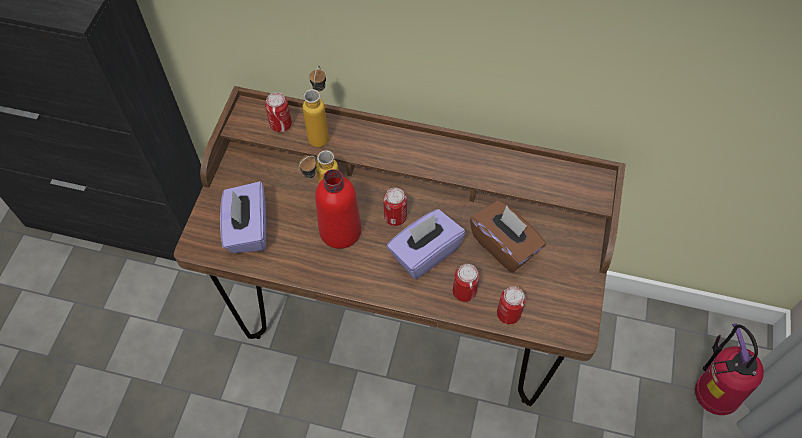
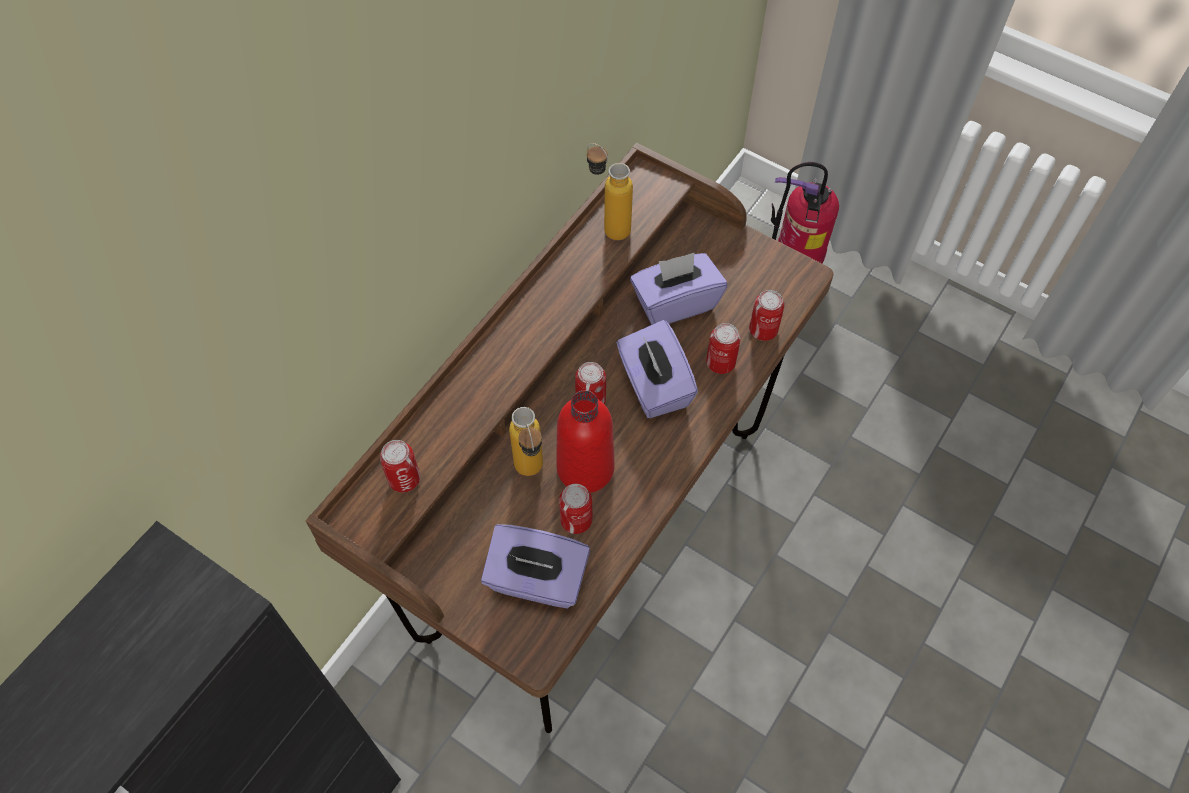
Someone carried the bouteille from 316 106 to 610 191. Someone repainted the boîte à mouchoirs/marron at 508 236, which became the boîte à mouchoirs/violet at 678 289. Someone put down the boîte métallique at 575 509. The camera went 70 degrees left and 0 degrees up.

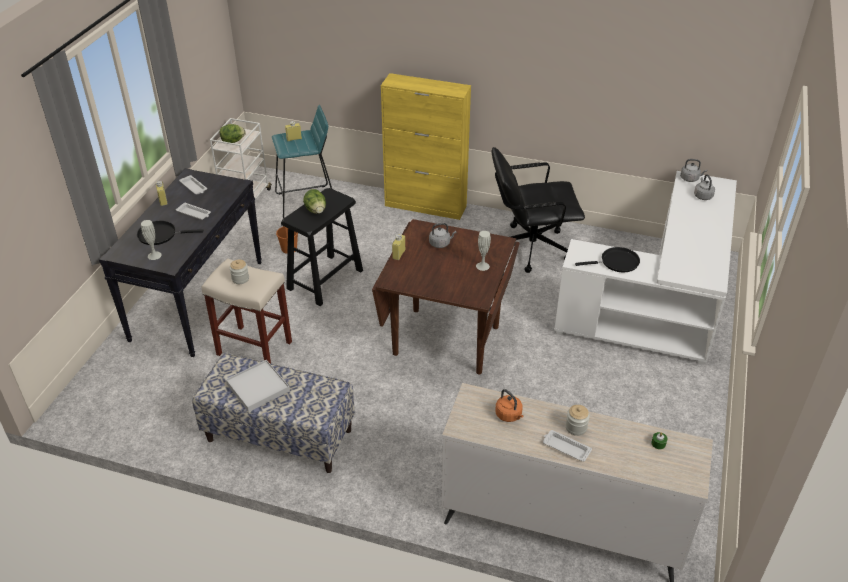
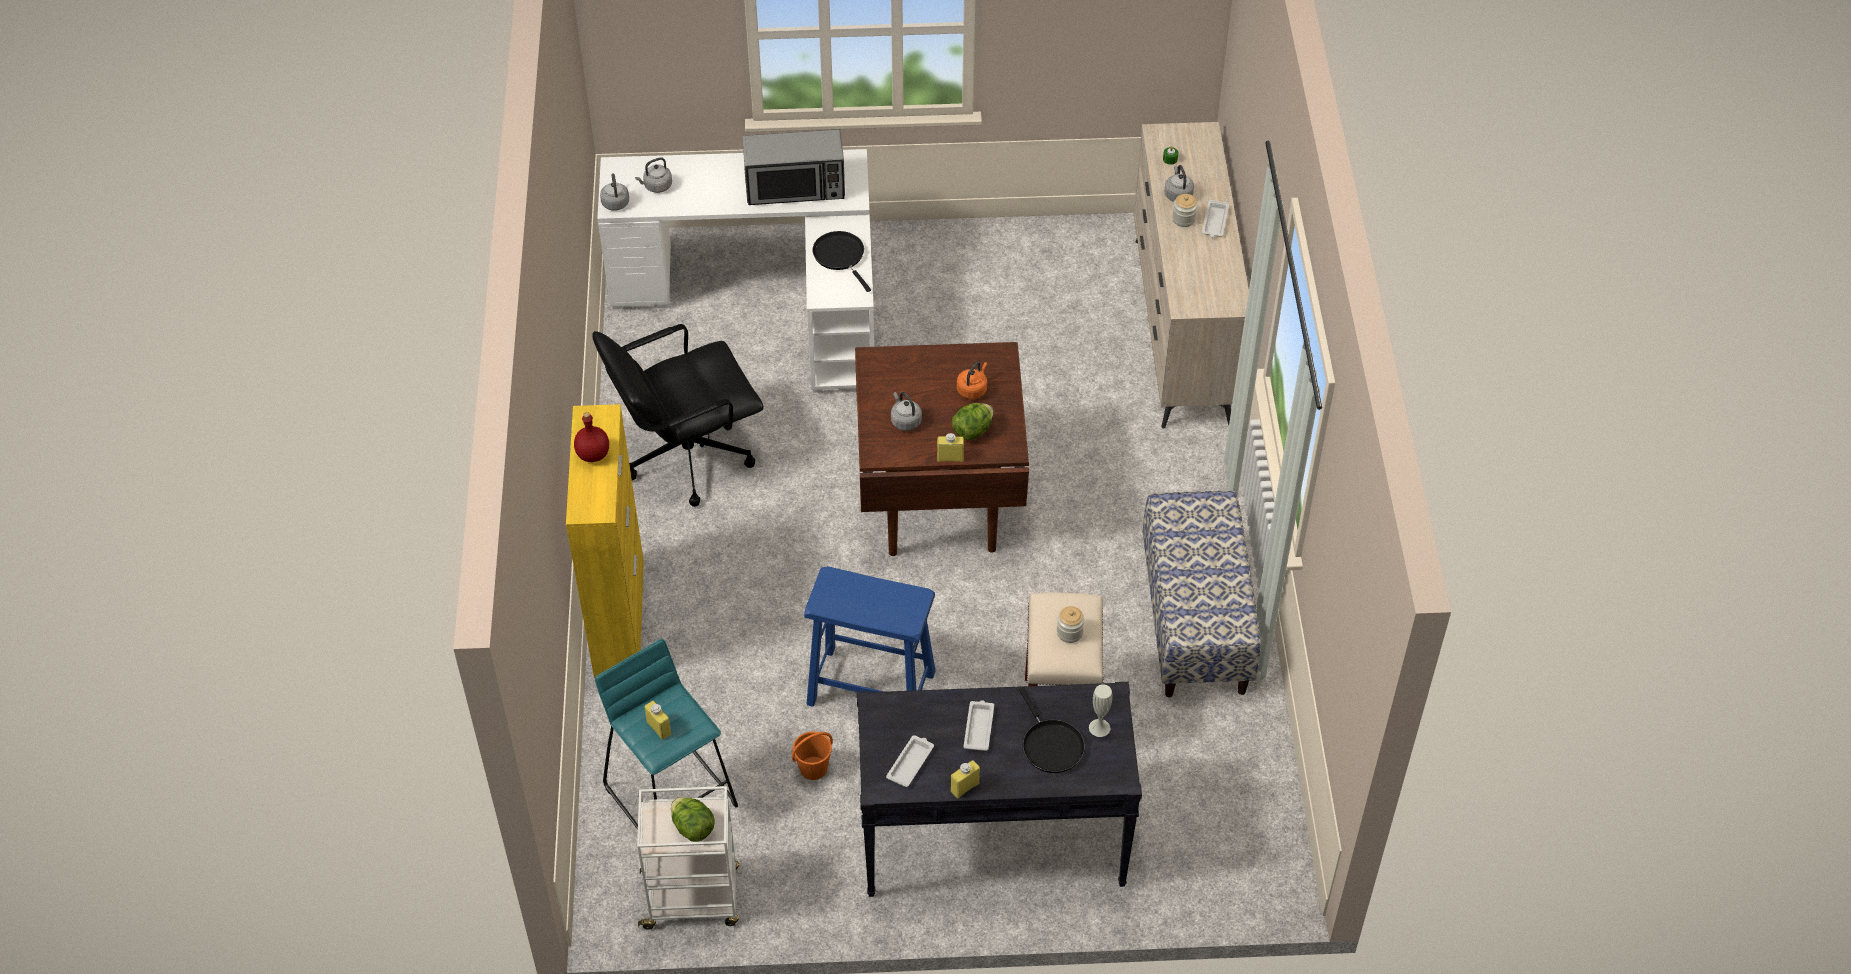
Someone took away the plateau/blanc at 258 386. Someone repainted the tabouret/noir at 322 247, which became the tabouret/bleu at 869 636. Someone carried the laitue from 314 201 to 973 421. Someone took away the vase/blanc at 483 251. Someone rotated the chaise de bureau/noir at 538 210 by 90 degrees clockwise. Someone carried the bouilloire/orange from 509 405 to 972 380. Someone put down the bouteille/rouge at 591 437. Someone put down the micro-ondes at 793 167. Someone put down the bouilloire/gris at 1179 183. The camera went 110 degrees left and 10 degrees up.

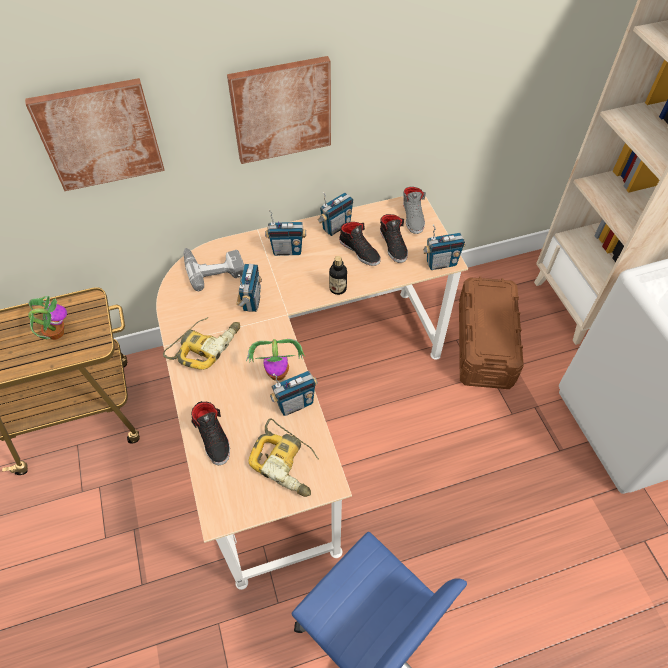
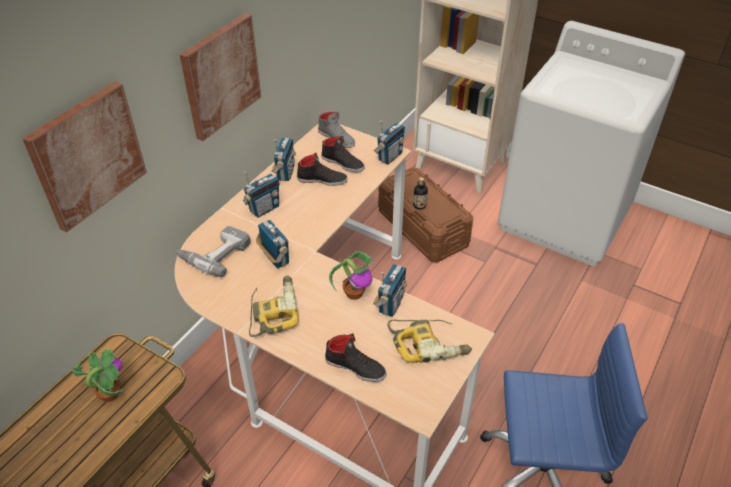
Someone carried the bouteille from 338 275 to 420 193. The camera went 40 degrees left and 10 degrees down.

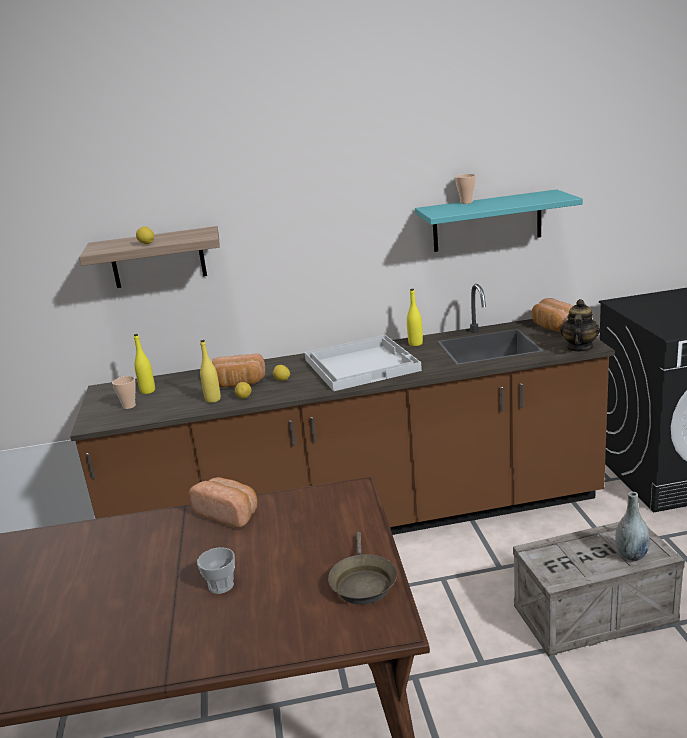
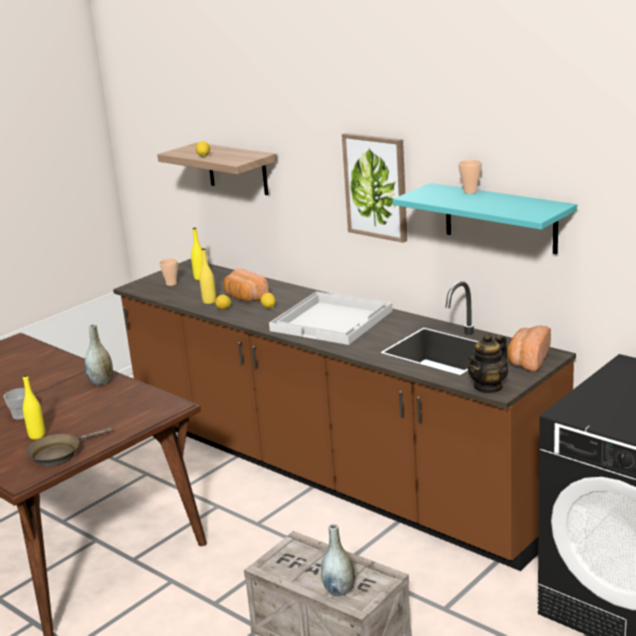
Someone swapped the pain at 223 502 for the vase/gris at 99 354. Someone carried the bouteille/jaune from 415 317 to 34 406. Someone rotated the théière at 580 325 by 150 degrees clockwise. Someone put up the tableau at 374 188. The camera went 50 degrees right and 0 degrees up.

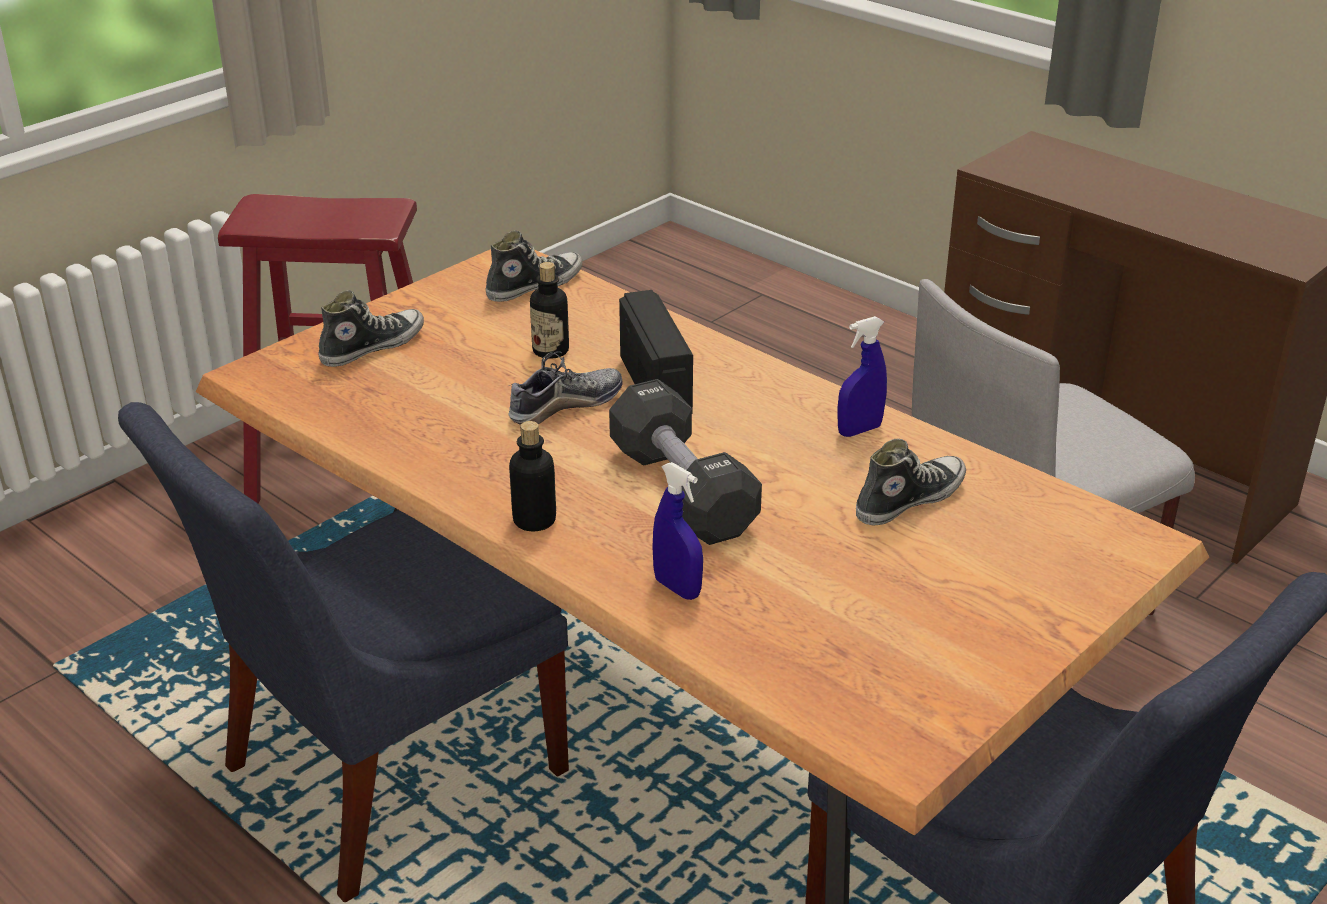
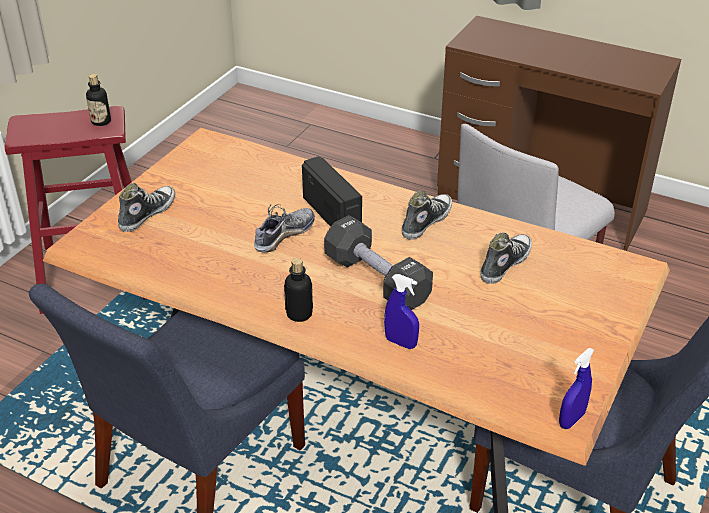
Someone carried the chaussure from 534 266 to 427 215. Someone carried the bouteille from 549 310 to 98 100. Someone carried the vaporisateur/bleu from 862 376 to 576 388. The camera went 15 degrees left and 5 degrees up.

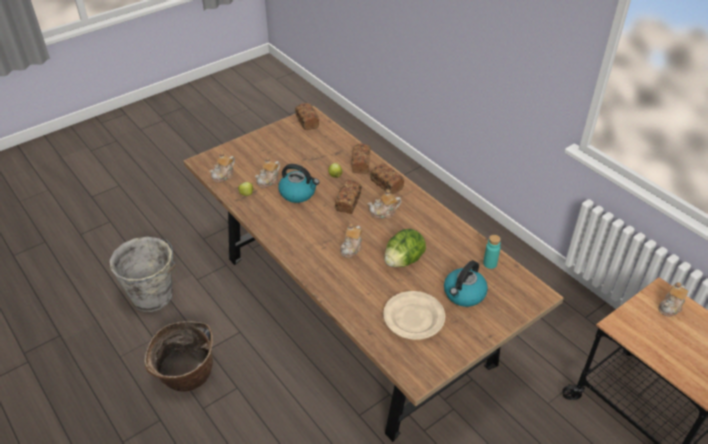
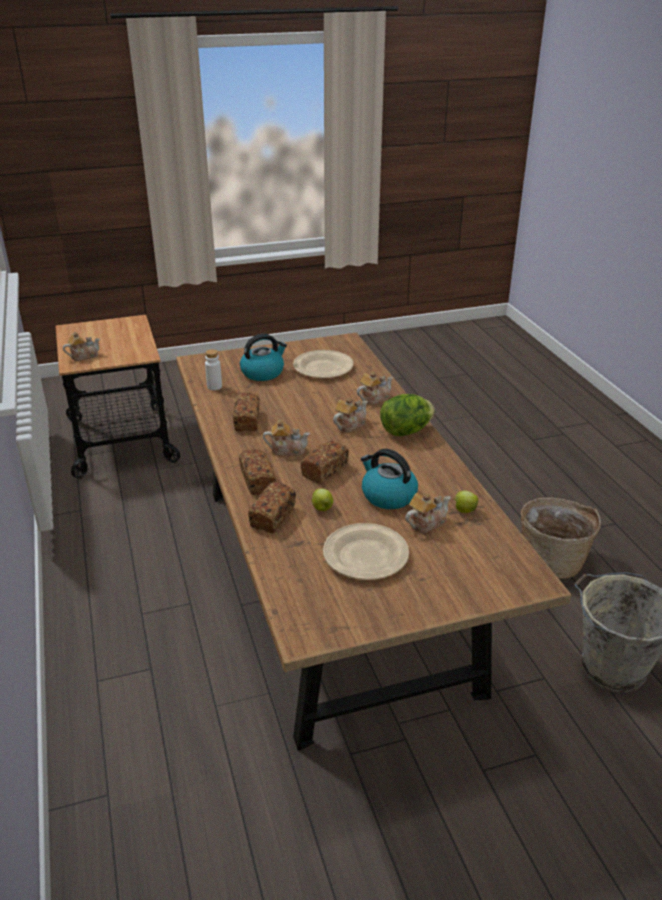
Someone carried the théière from 222 167 to 375 388. Someone carried the pain from 307 116 to 246 412. Someone carried the laitue from 405 248 to 407 415. Someone repainted the bouteille/turquoise at 492 252, which became the bouteille/blanc at 213 369. Someone put down the assiette/beige at 366 551. The camera went 160 degrees left and 10 degrees down.

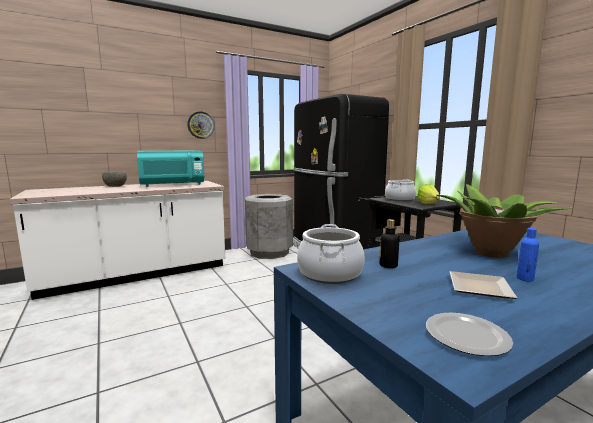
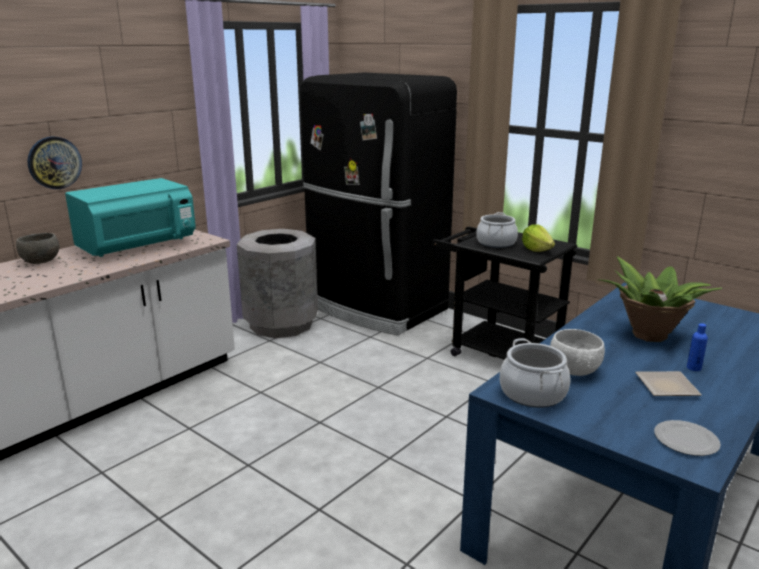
Someone carried the horloge murale from 201 125 to 55 162. Someone swapped the bouteille at 389 243 for the bol/blanc at 577 352. The camera went 20 degrees left and 10 degrees up.

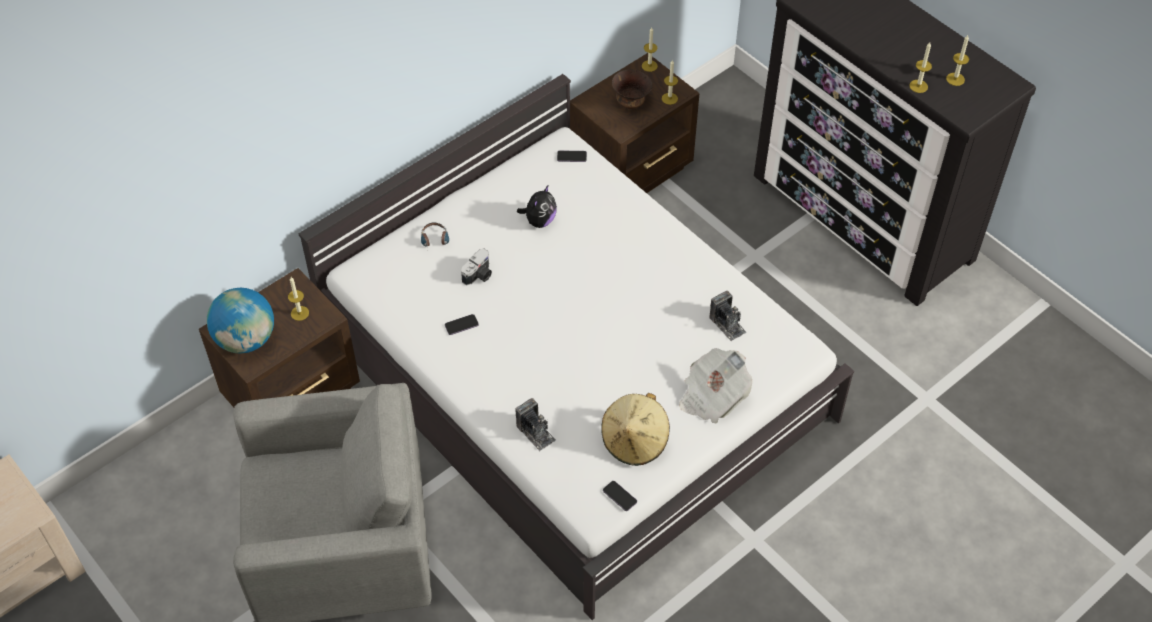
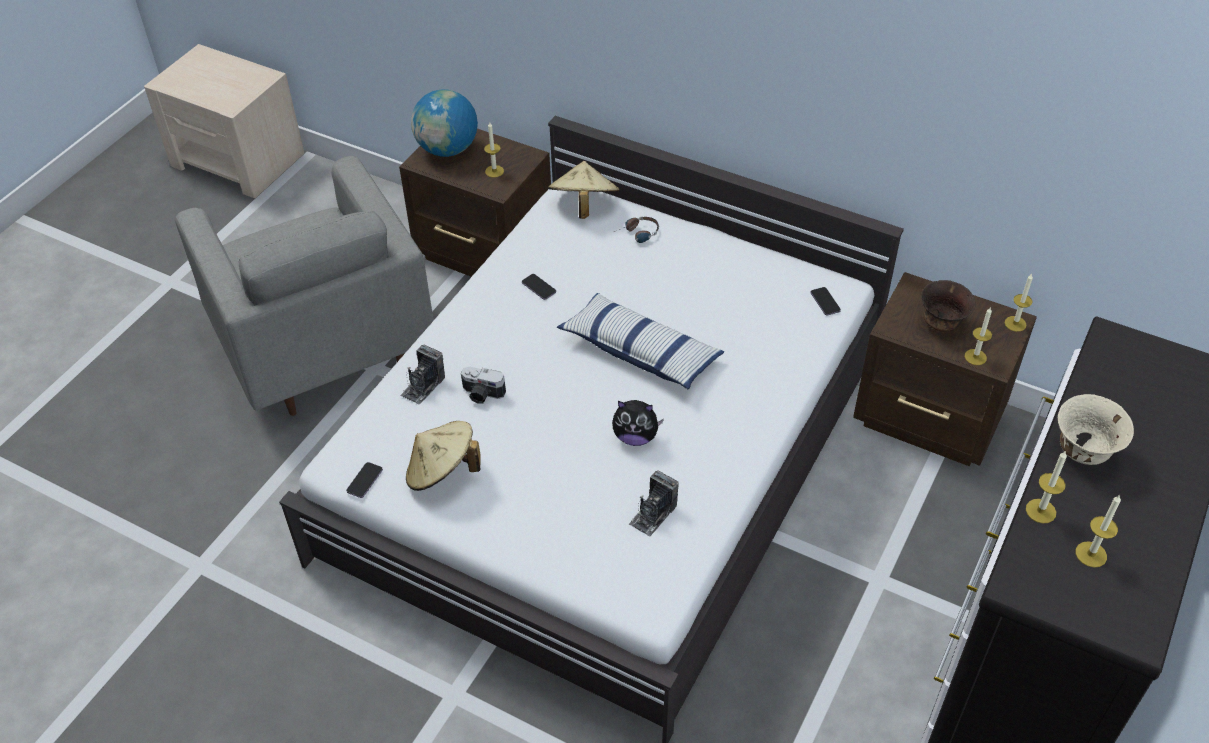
Someone carried the appareil photo from 476 267 to 483 385. Someone carried the peluche from 537 206 to 638 423. Someone took away the journal at 715 386. Someone put down the chapeau/beige at 584 190. Someone put down the coussin at 640 341. Someone put down the bol/beige at 1096 429. The camera went 70 degrees right and 5 degrees down.

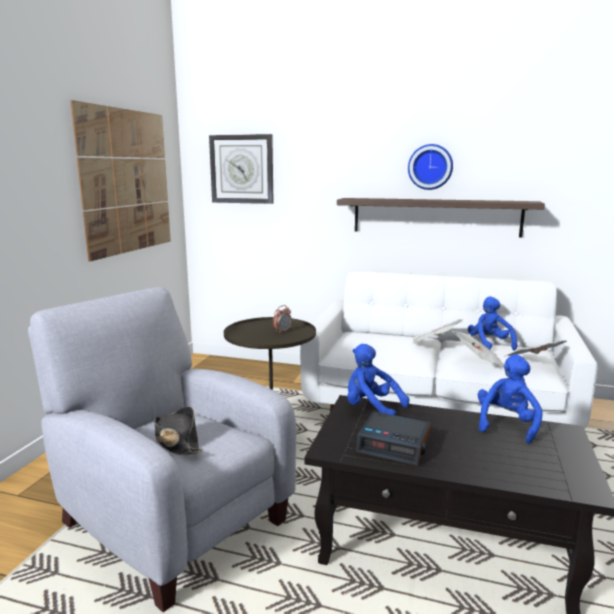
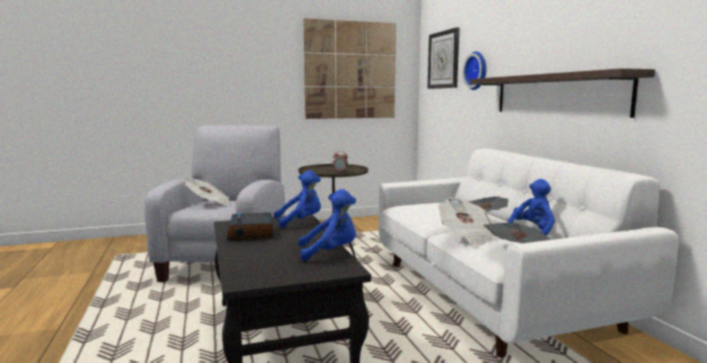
Someone swapped the chapeau/noir at 178 430 for the journal at 207 192. Someone rotated the peluche/bleu at 378 380 by 75 degrees clockwise. Someone carried the horloge murale from 430 167 to 475 70. The camera went 55 degrees right and 5 degrees down.

